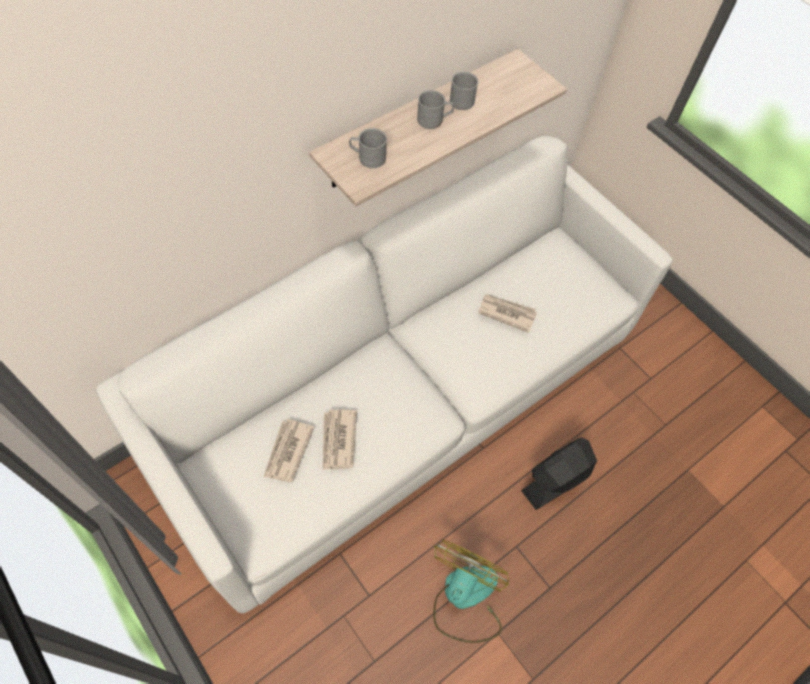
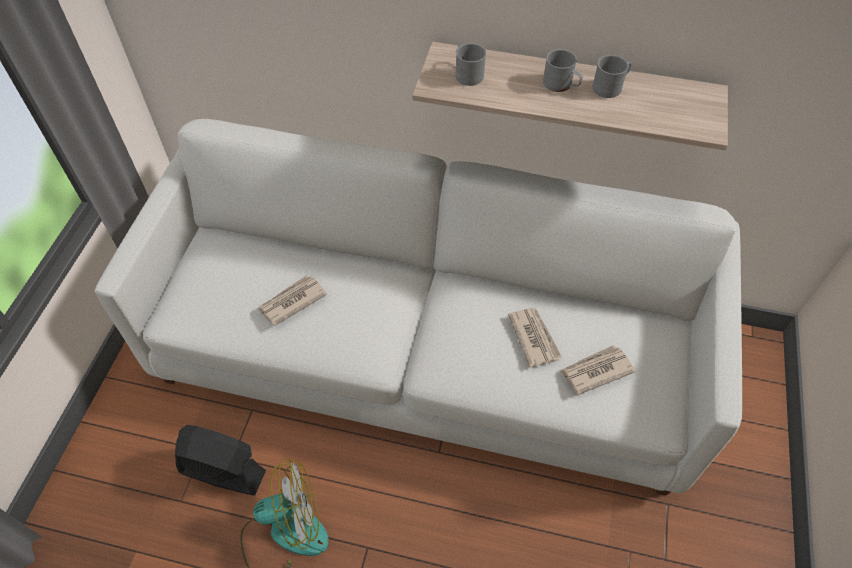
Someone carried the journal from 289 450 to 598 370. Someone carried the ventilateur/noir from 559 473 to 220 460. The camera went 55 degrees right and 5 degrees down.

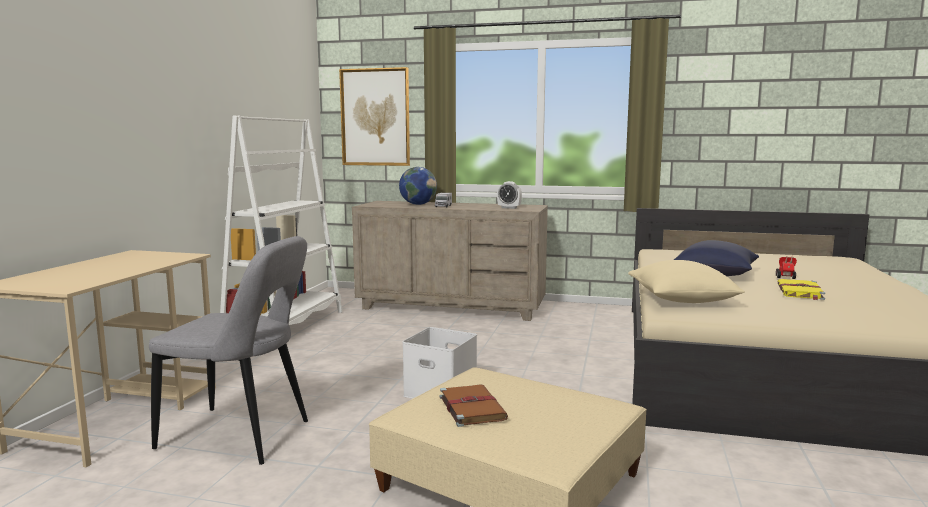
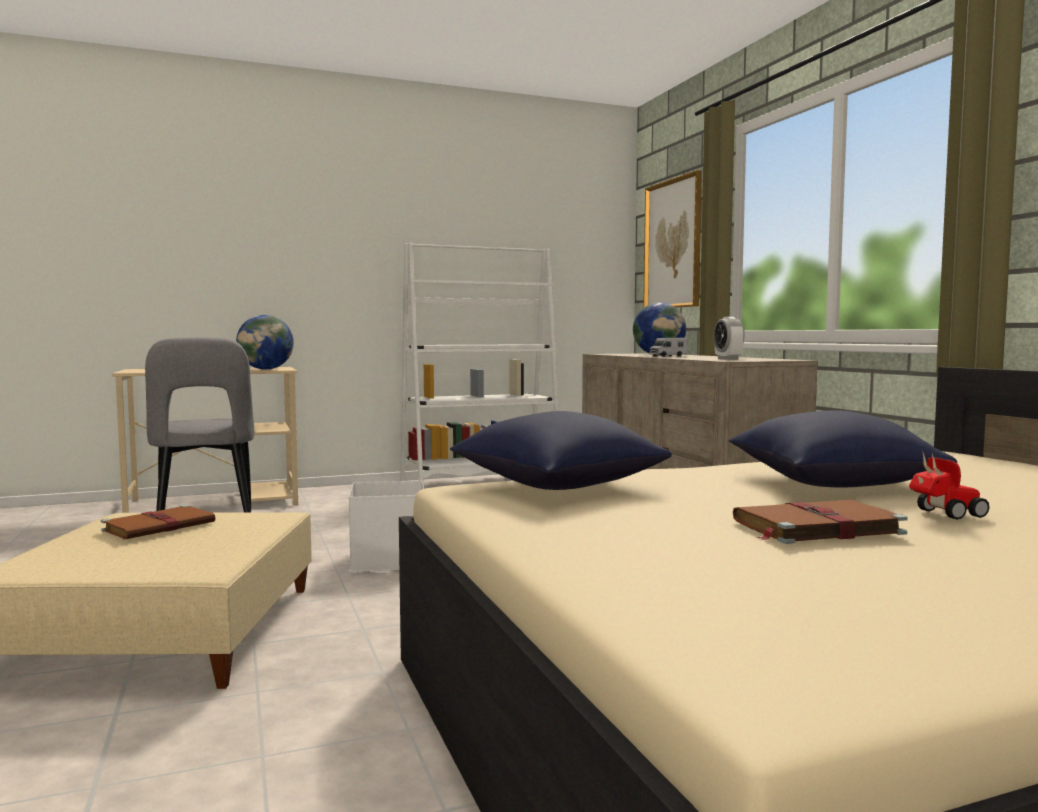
Someone repainted the coussin/beige at 686 281, which became the coussin/bleu at 561 450. Someone repainted the livre/jaune at 801 289, which became the livre/marron at 820 522. Someone put down the globe at 265 342. The camera went 55 degrees right and 5 degrees down.

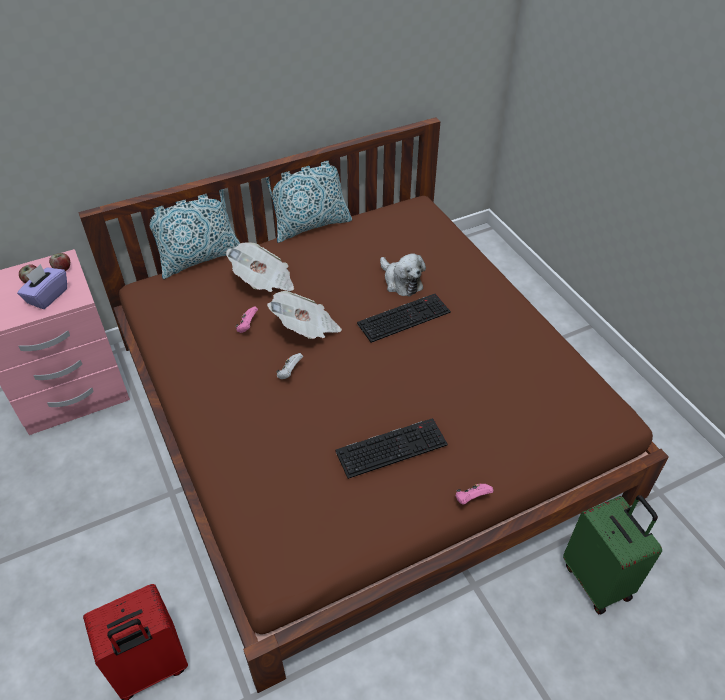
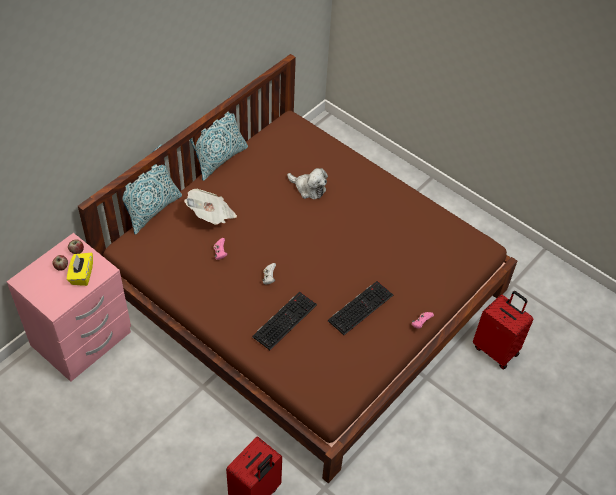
Someone repainted the boîte à mouchoirs/violet at 42 287, which became the boîte à mouchoirs/jaune at 80 269. Someone took away the journal at 304 315. Someone carried the clavier from 404 318 to 284 321. Someone repainted the valise/vert at 612 554, which became the valise/rouge at 503 330. The camera went 25 degrees left and 5 degrees up.

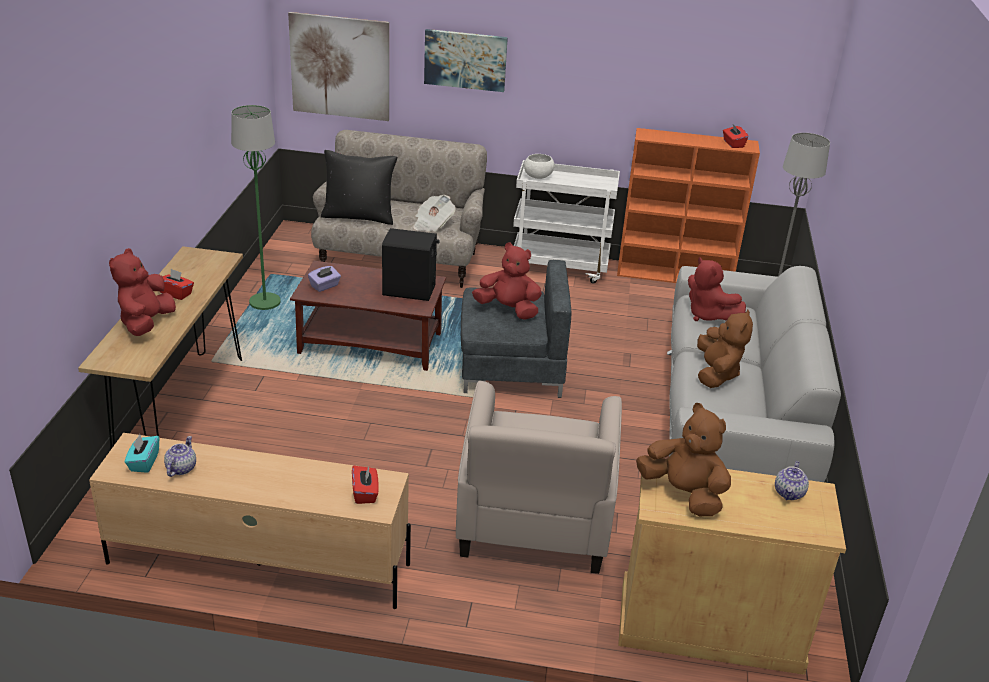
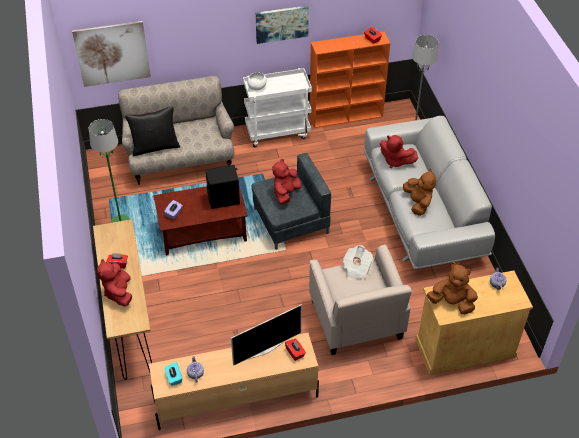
Someone carried the journal from 434 213 to 358 262. Someone carried the tableau from 466 60 to 282 25. Someone rotated the peluche/rouge at 507 281 by 60 degrees counterclockwise. Someone put down the téléviseur at 266 335. The camera went 20 degrees left and 15 degrees up.

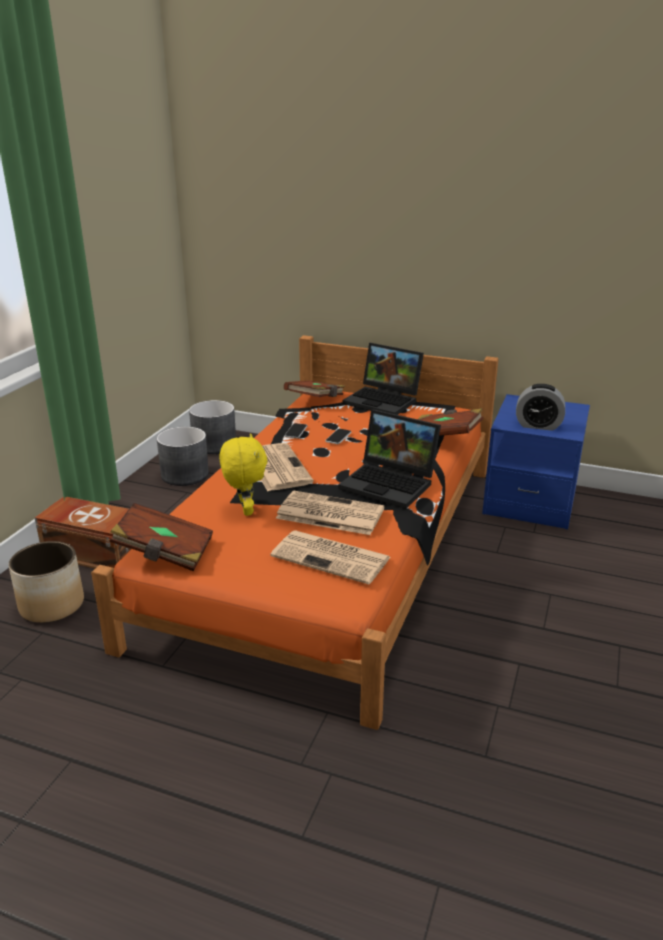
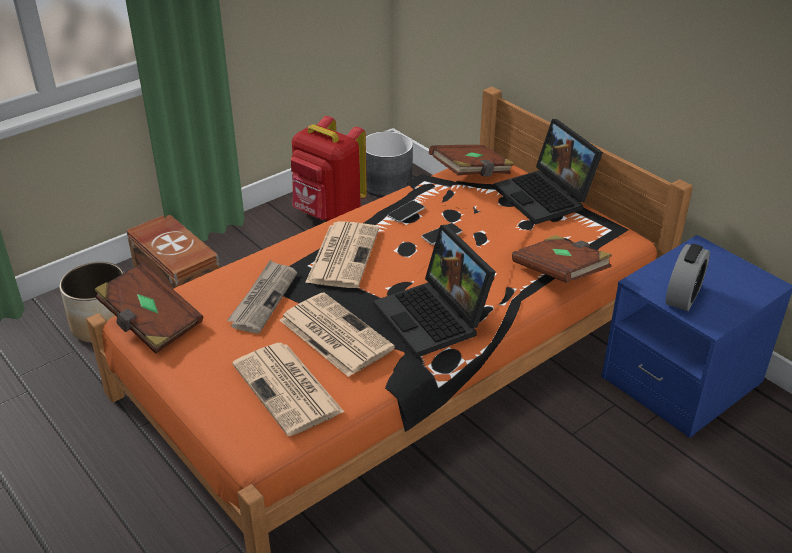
Someone swapped the cache-pot/gris at 183 456 for the sac à dos/rouge at 329 168. Someone swapped the peluche/jaune at 243 474 for the journal at 262 296. Someone rotated the réveil at 540 407 by 105 degrees counterclockwise. The camera went 30 degrees right and 10 degrees up.

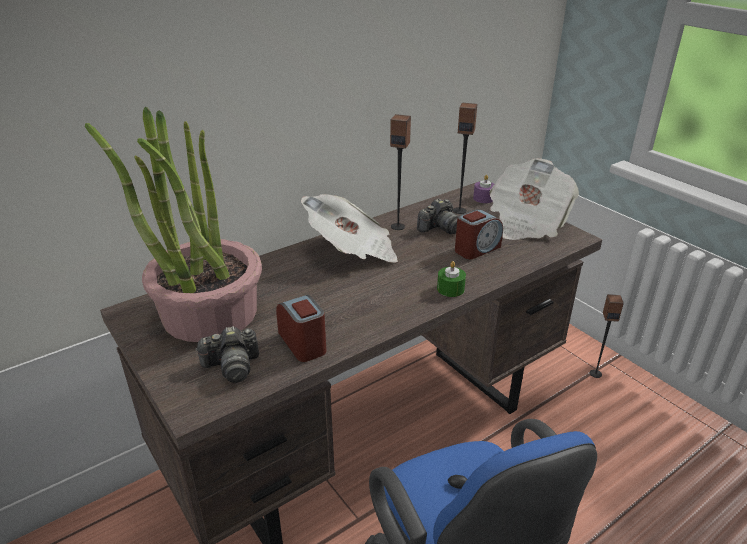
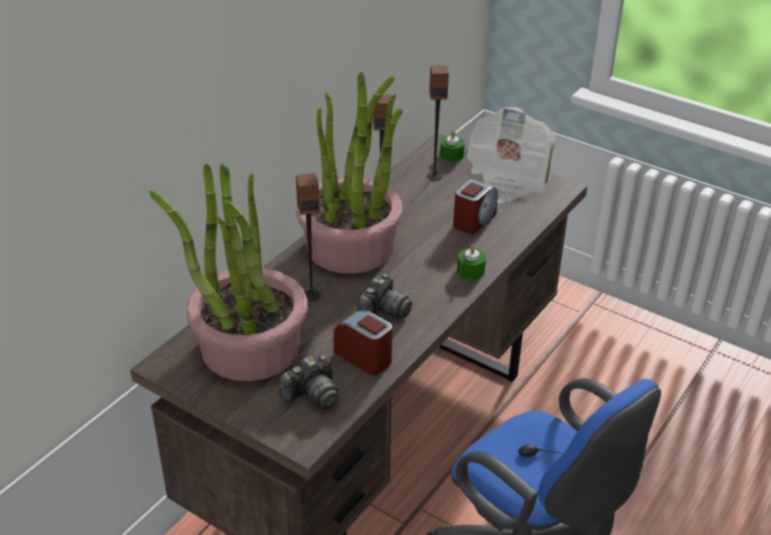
Someone swapped the journal at 349 228 for the plante en pot at 349 173. Someone carried the appareil photo from 437 216 to 384 295. Someone repainted the bougie/violet at 484 189, which became the bougie/vert at 452 146. Someone carried the enceinte from 607 336 to 308 237. The camera went 20 degrees left and 5 degrees up.

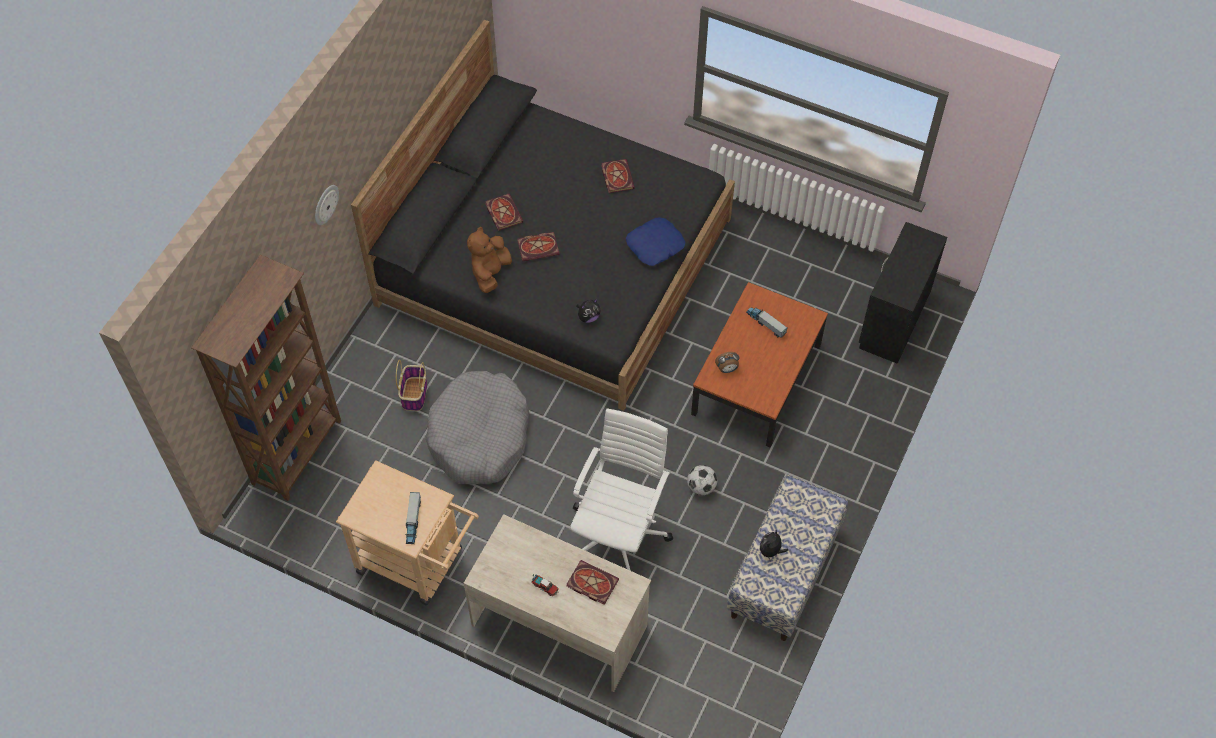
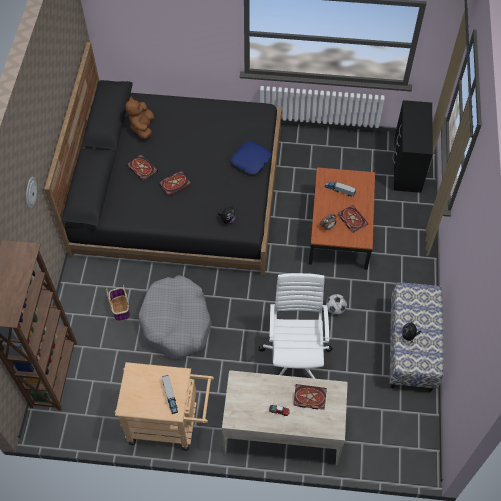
Someone carried the peluche/marron from 489 260 to 139 117. Someone carried the livre from 618 176 to 353 219. The camera went 20 degrees left and 0 degrees up.

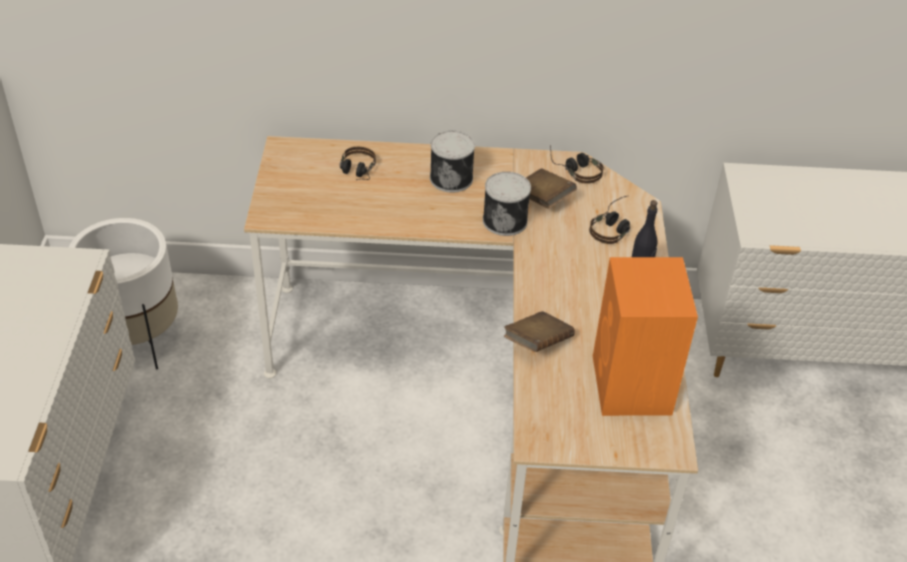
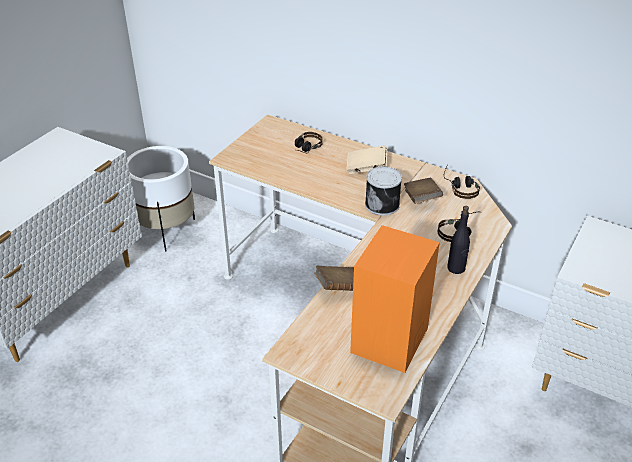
Someone swapped the boîte métallique at 452 162 for the livre/beige at 367 159. The camera went 30 degrees right and 5 degrees down.

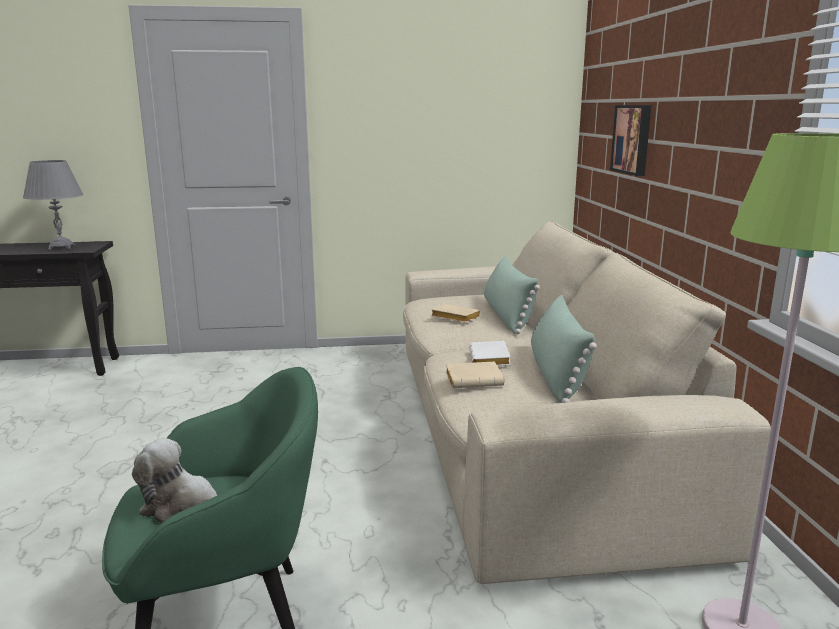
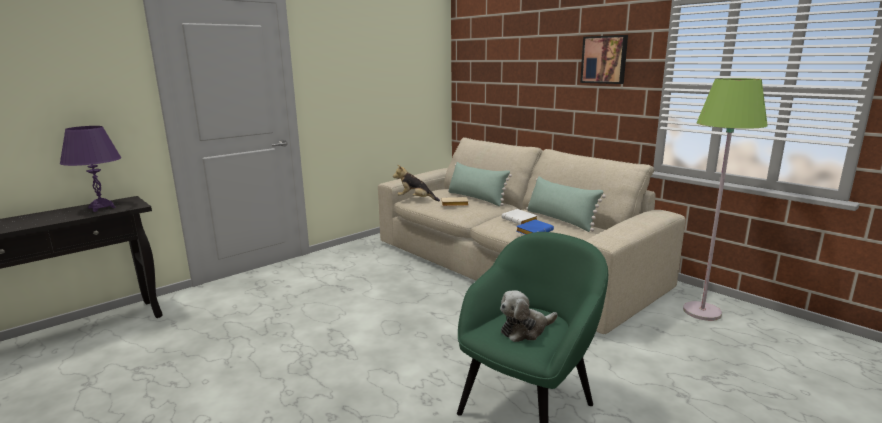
Someone repainted the lampe de table/gris at 53 205, which became the lampe de table/violet at 91 169. Someone repainted the livre/beige at 475 374, which became the livre/bleu at 535 227. Someone carried the tableau from 630 140 to 604 59. Someone put down the peluche at 416 183. The camera went 35 degrees left and 0 degrees up.

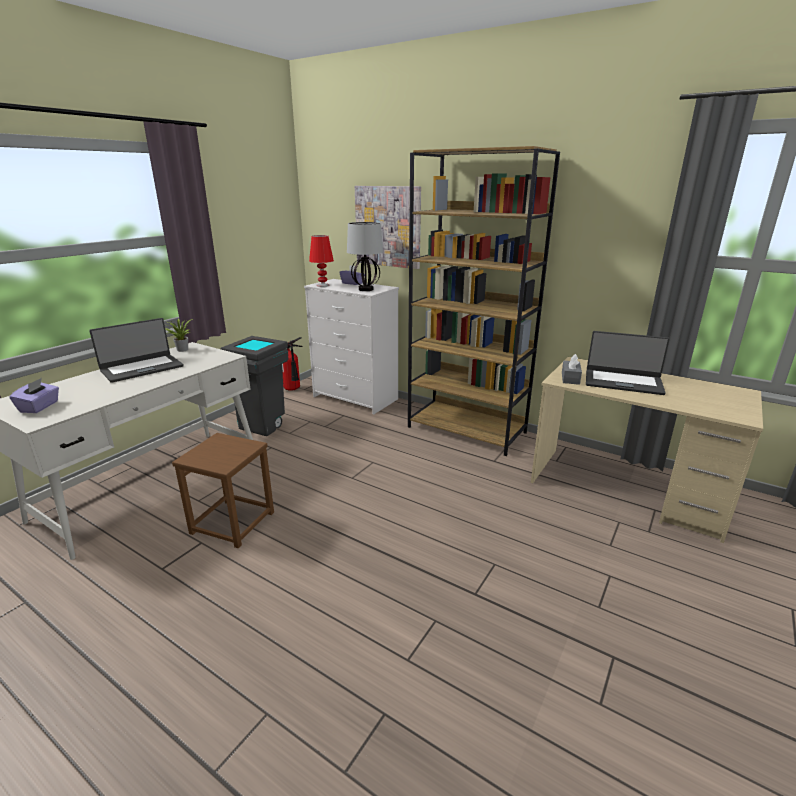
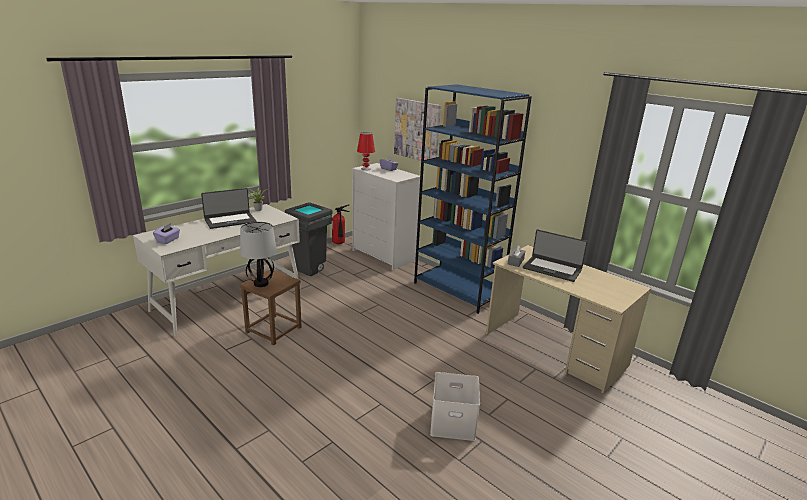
Someone carried the lampe de table from 365 256 to 258 254. Someone repainted the bibliothèque/marron at 484 301, which became the bibliothèque/bleu at 473 199. Someone put down the boîte de rangement/blanc at 455 406. The camera went 10 degrees right and 0 degrees up.

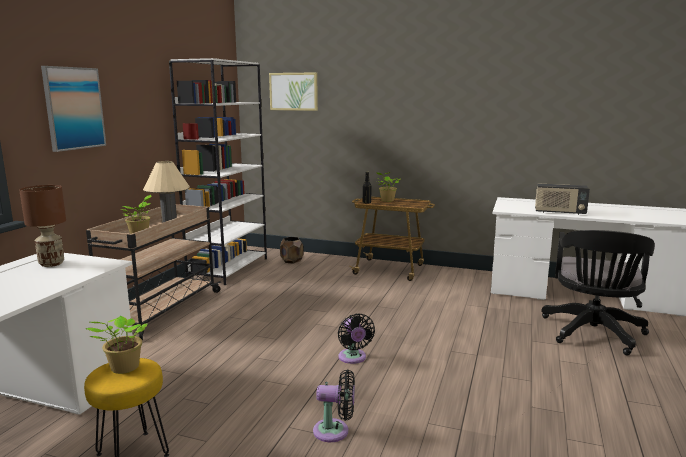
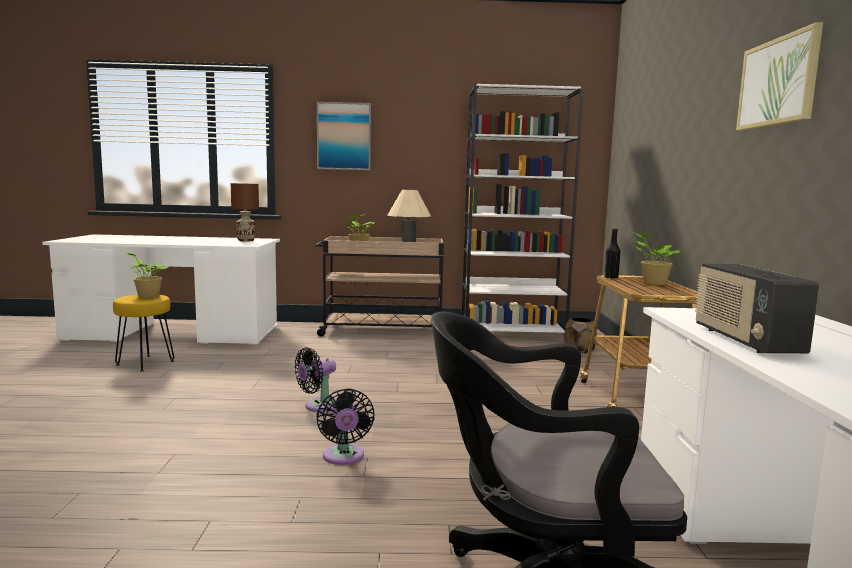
Someone carried the tableau from 293 91 to 779 76. Someone carried the ventilateur/noir from 334 406 to 345 426. The camera went 70 degrees right and 5 degrees down.

